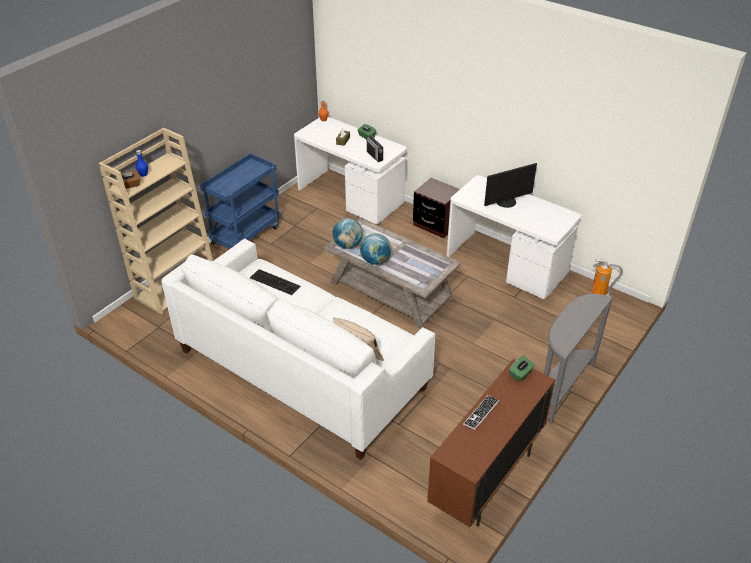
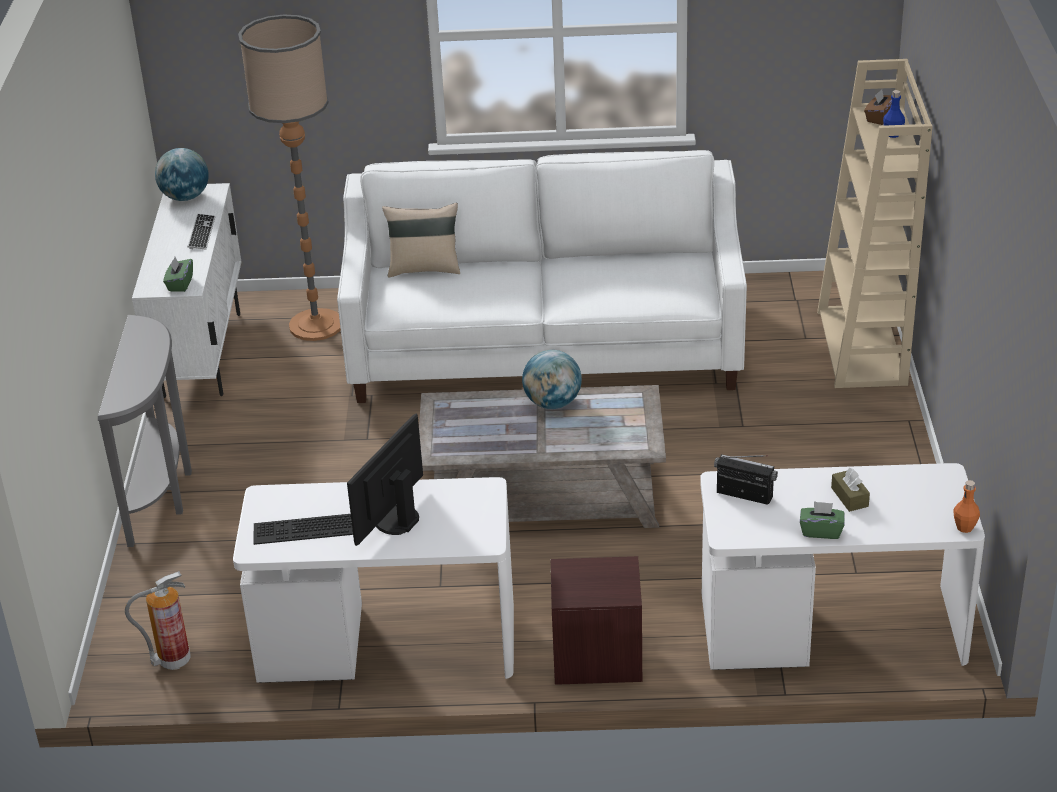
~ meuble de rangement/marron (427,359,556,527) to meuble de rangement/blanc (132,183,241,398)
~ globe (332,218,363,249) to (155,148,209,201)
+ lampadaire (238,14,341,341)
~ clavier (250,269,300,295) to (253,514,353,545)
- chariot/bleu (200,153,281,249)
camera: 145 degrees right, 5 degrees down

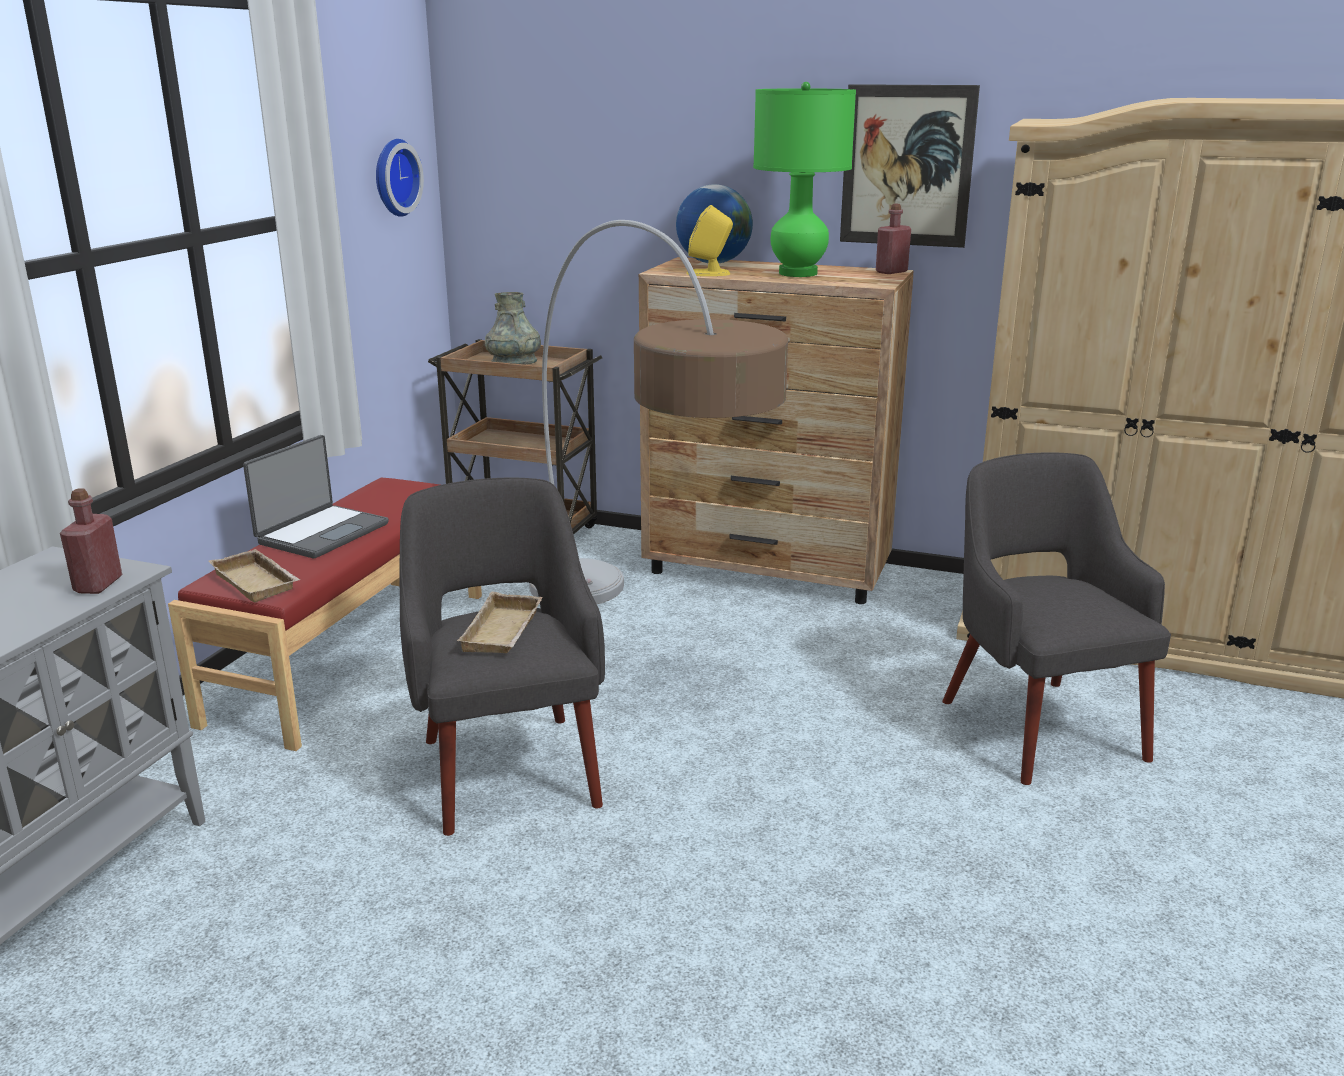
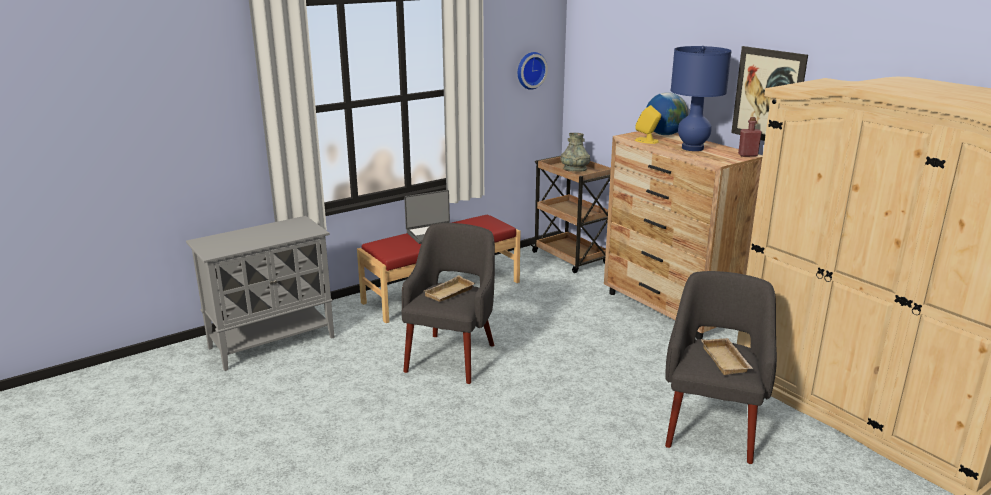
~ lampe de table/vert (753,82,856,277) to lampe de table/bleu (671,46,732,151)
~ plateau/beige (209,549,300,602) to (701,338,753,375)
- bouteille/rouge (60,488,122,594)
- lampadaire (529,220,788,604)
camera: 35 degrees right, 0 degrees up

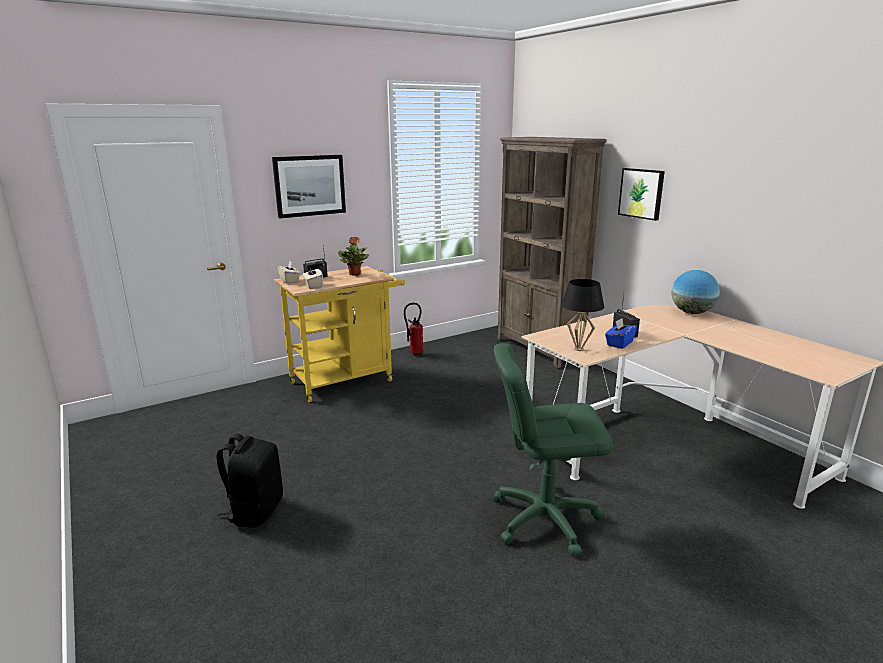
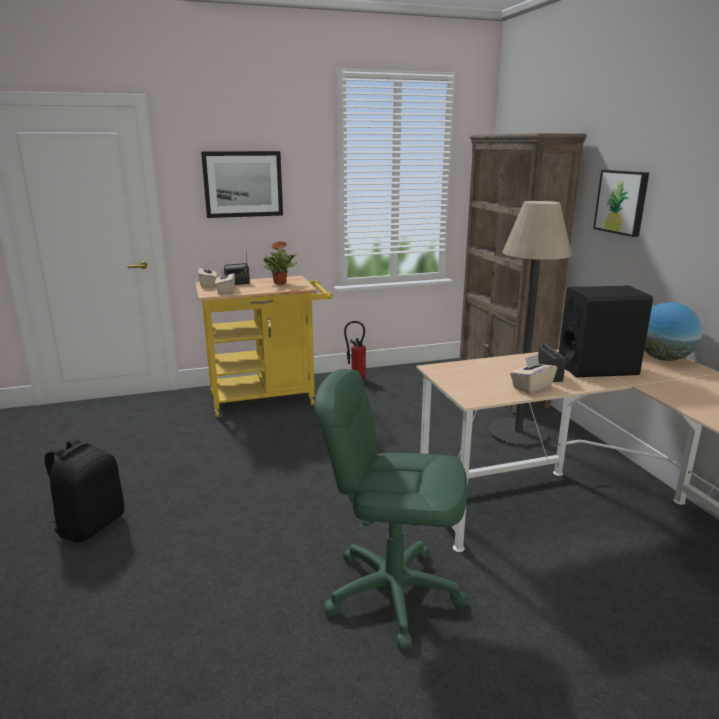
+ lampadaire (489,201,572,447)
~ boîte à mouchoirs/bleu (605,318,637,349) to boîte à mouchoirs/beige (510,354,557,394)
+ enceinte/noir (559,286,653,377)
- lampe de table/noir (561,279,604,351)
camera: 15 degrees right, 0 degrees up

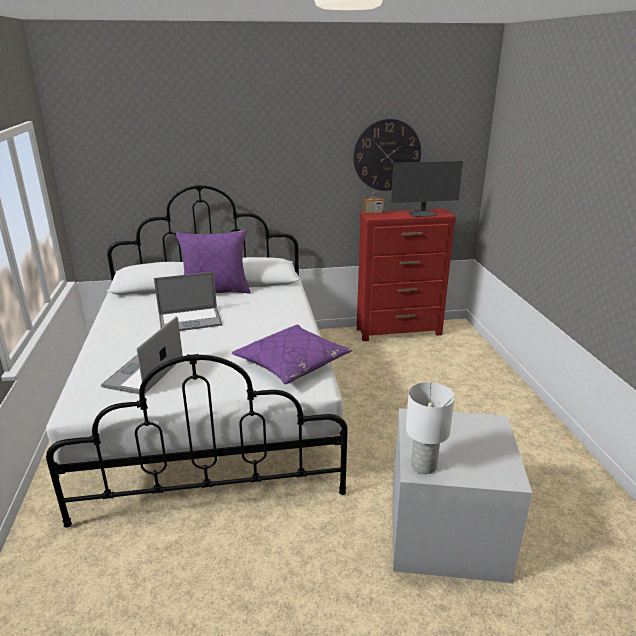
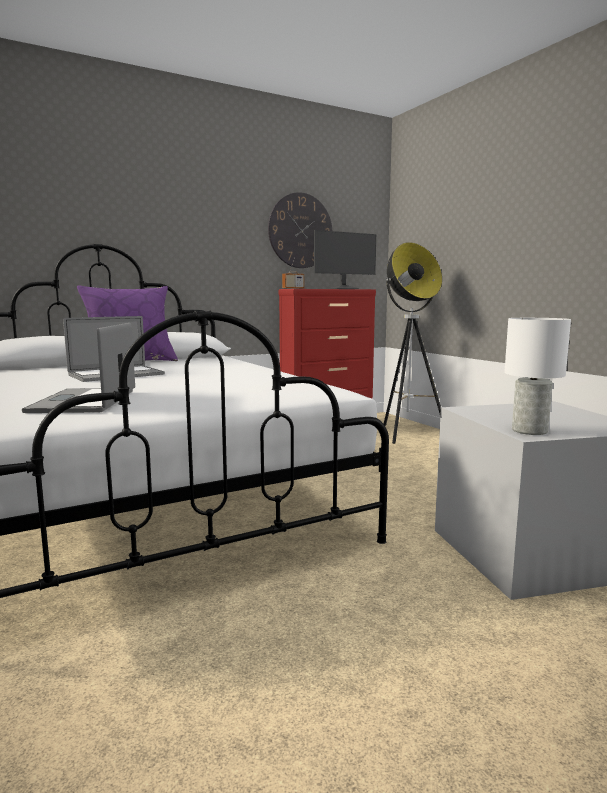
+ lampadaire (384,242,442,444)
- coussin/violet (232,325,352,384)
camera: 20 degrees left, 15 degrees down

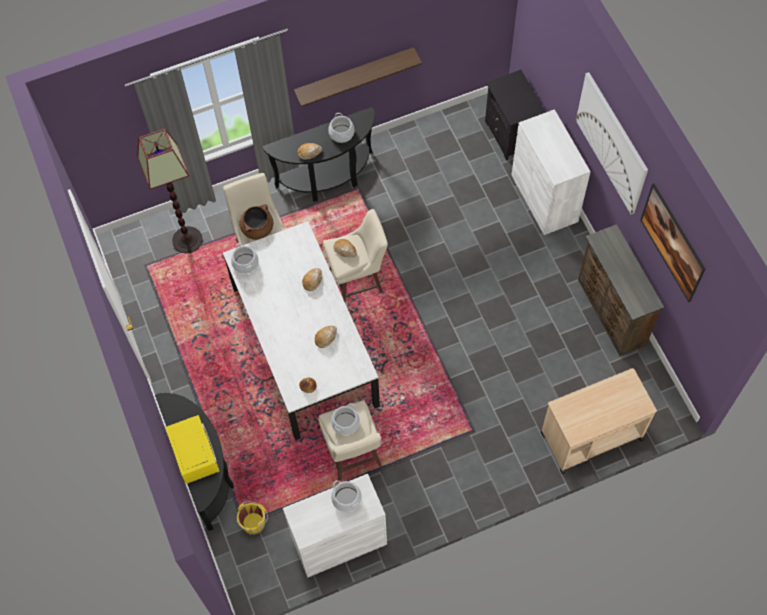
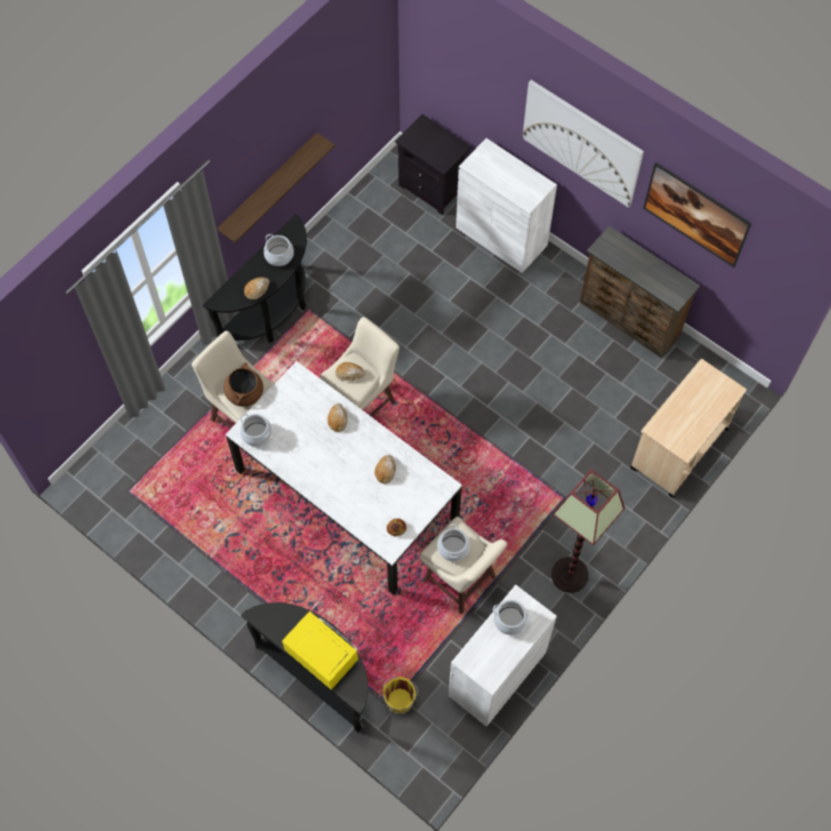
~ lampadaire (137,129,203,253) to (551,469,625,593)
camera: 30 degrees left, 0 degrees up

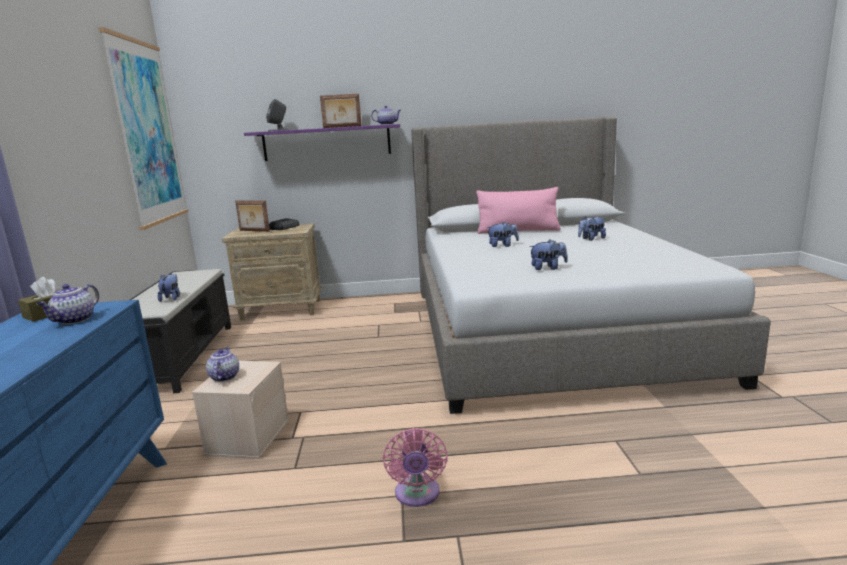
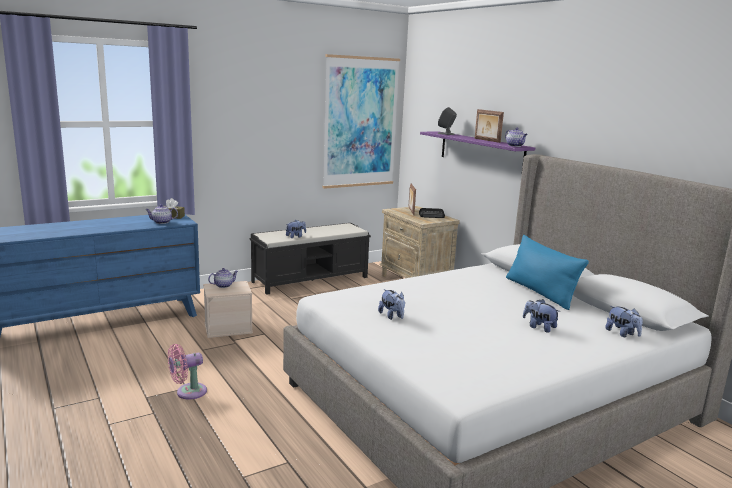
~ coussin/rose (476,187,561,234) to coussin/bleu (506,235,589,310)
~ peluche (487,222,519,247) to (605,306,643,337)
camera: 60 degrees right, 0 degrees up

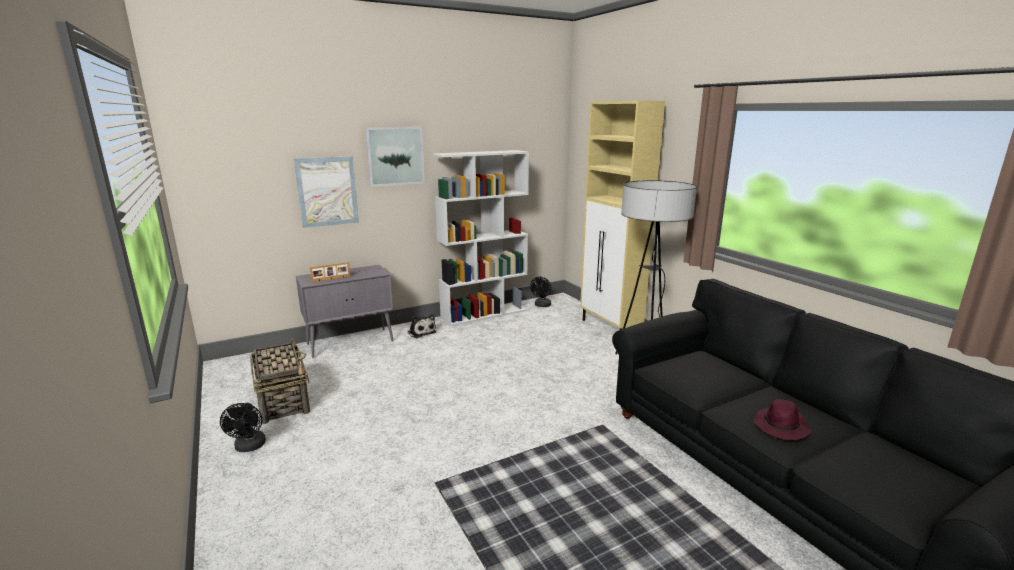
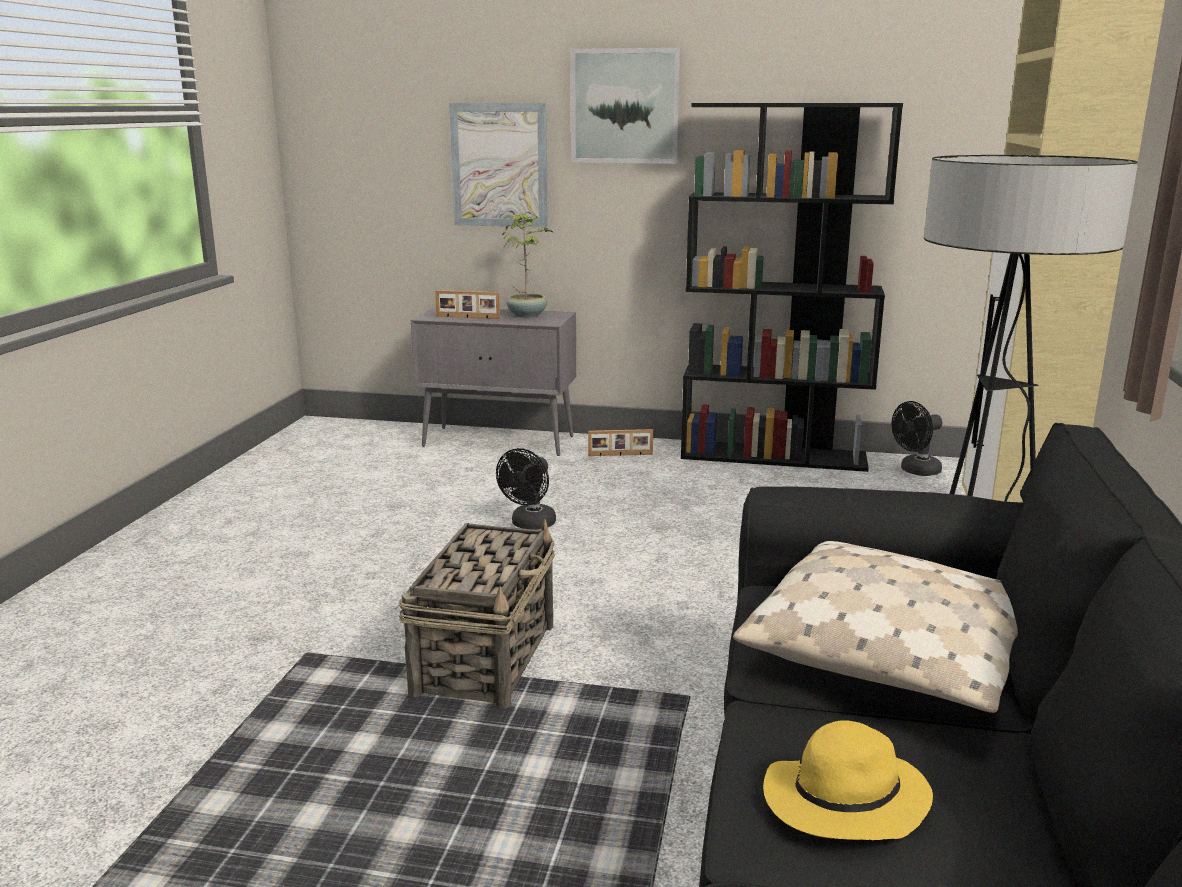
~ panier (250,338,310,424) to (399,519,555,709)
~ ventilateur/noir (220,403,266,452) to (496,448,556,530)
+ plante en pot (502,212,554,318)
~ peluche (408,314,436,338) to cadre photo (588,429,653,456)
~ bibliothèque/blanc (433,150,529,326) to bibliothèque/noir (681,103,903,472)
+ coussin/beige (733,541,1018,713)
~ chapeau/violet (754,399,812,440) to chapeau/jaune (763,720,933,840)
camera: 40 degrees right, 0 degrees up

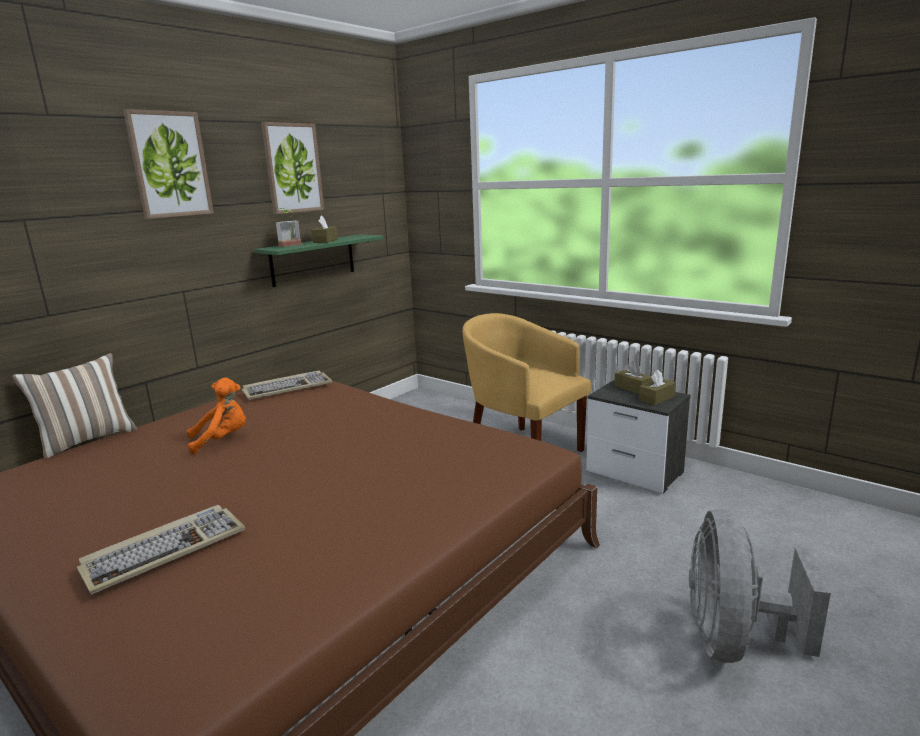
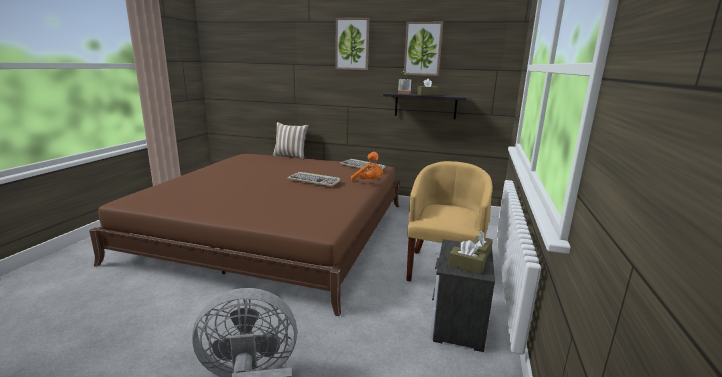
~ clavier (77,505,245,595) to (287,172,340,186)
~ peluche/orange (187,378,246,454) to (351,152,383,181)
~ étagère/vert (254,235,383,287) to étagère/noir (383,92,467,119)
camera: 65 degrees right, 0 degrees up

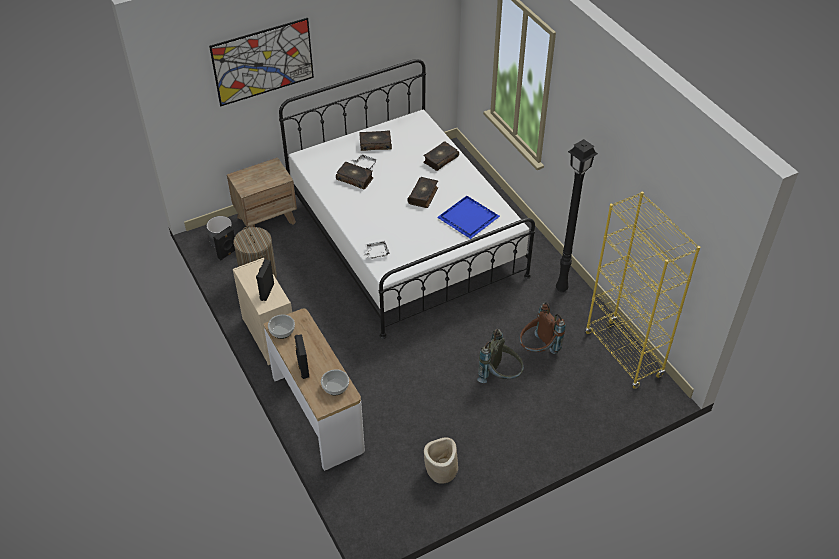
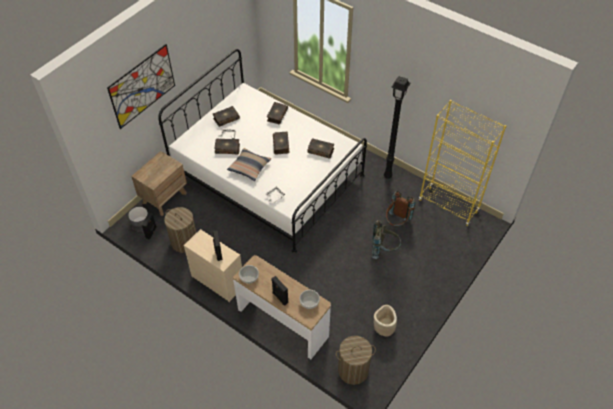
+ coussin (227,148,271,181)
~ plateau/bleu (437,196,500,239) to livre (307,138,334,159)
+ panier à linge (336,336,376,385)
camera: 25 degrees left, 5 degrees up

